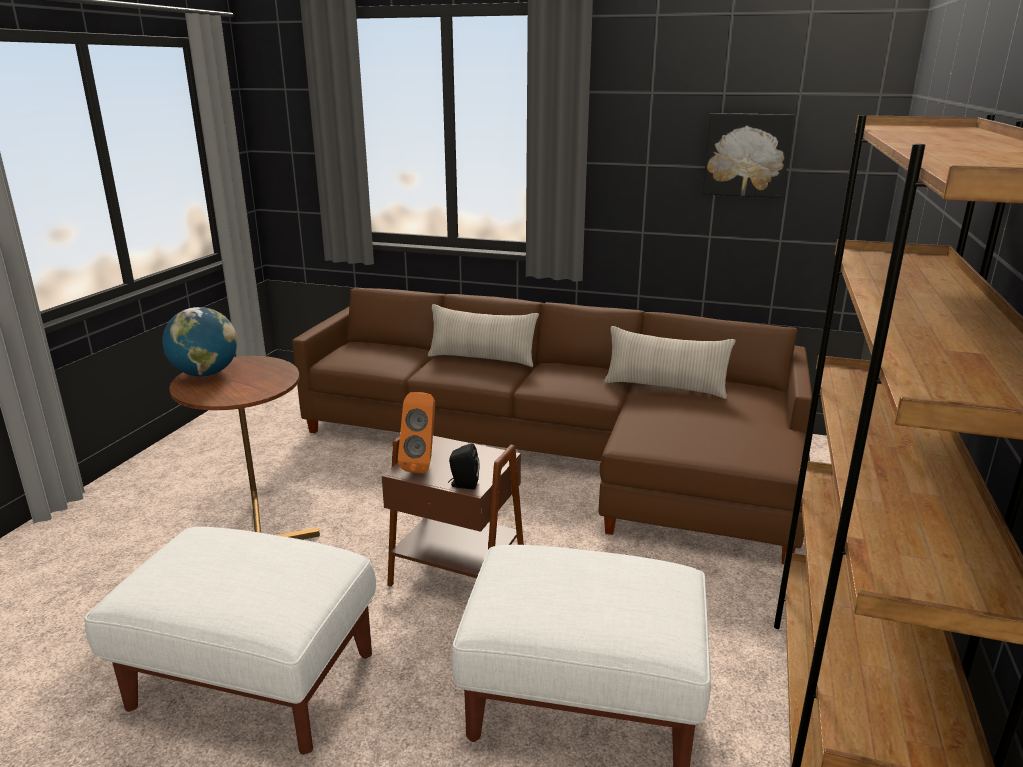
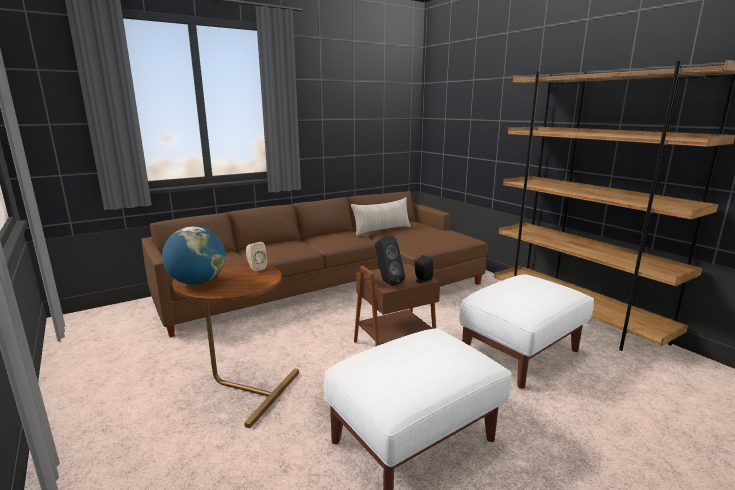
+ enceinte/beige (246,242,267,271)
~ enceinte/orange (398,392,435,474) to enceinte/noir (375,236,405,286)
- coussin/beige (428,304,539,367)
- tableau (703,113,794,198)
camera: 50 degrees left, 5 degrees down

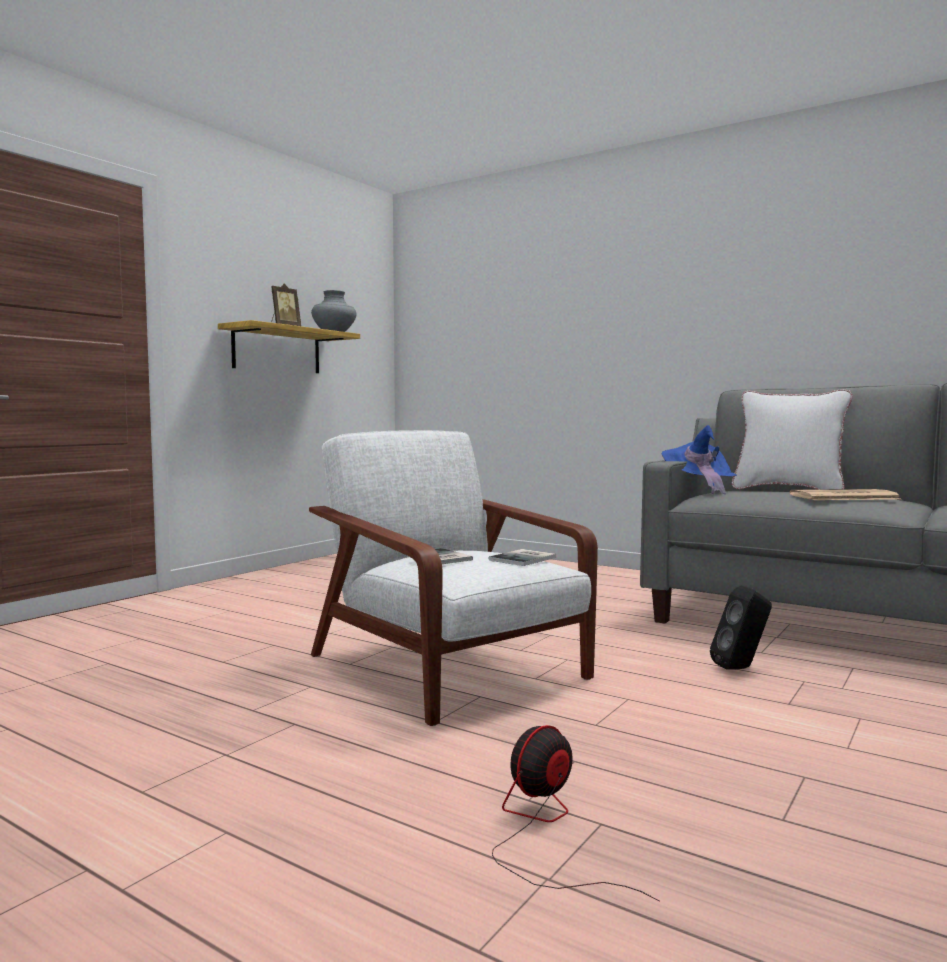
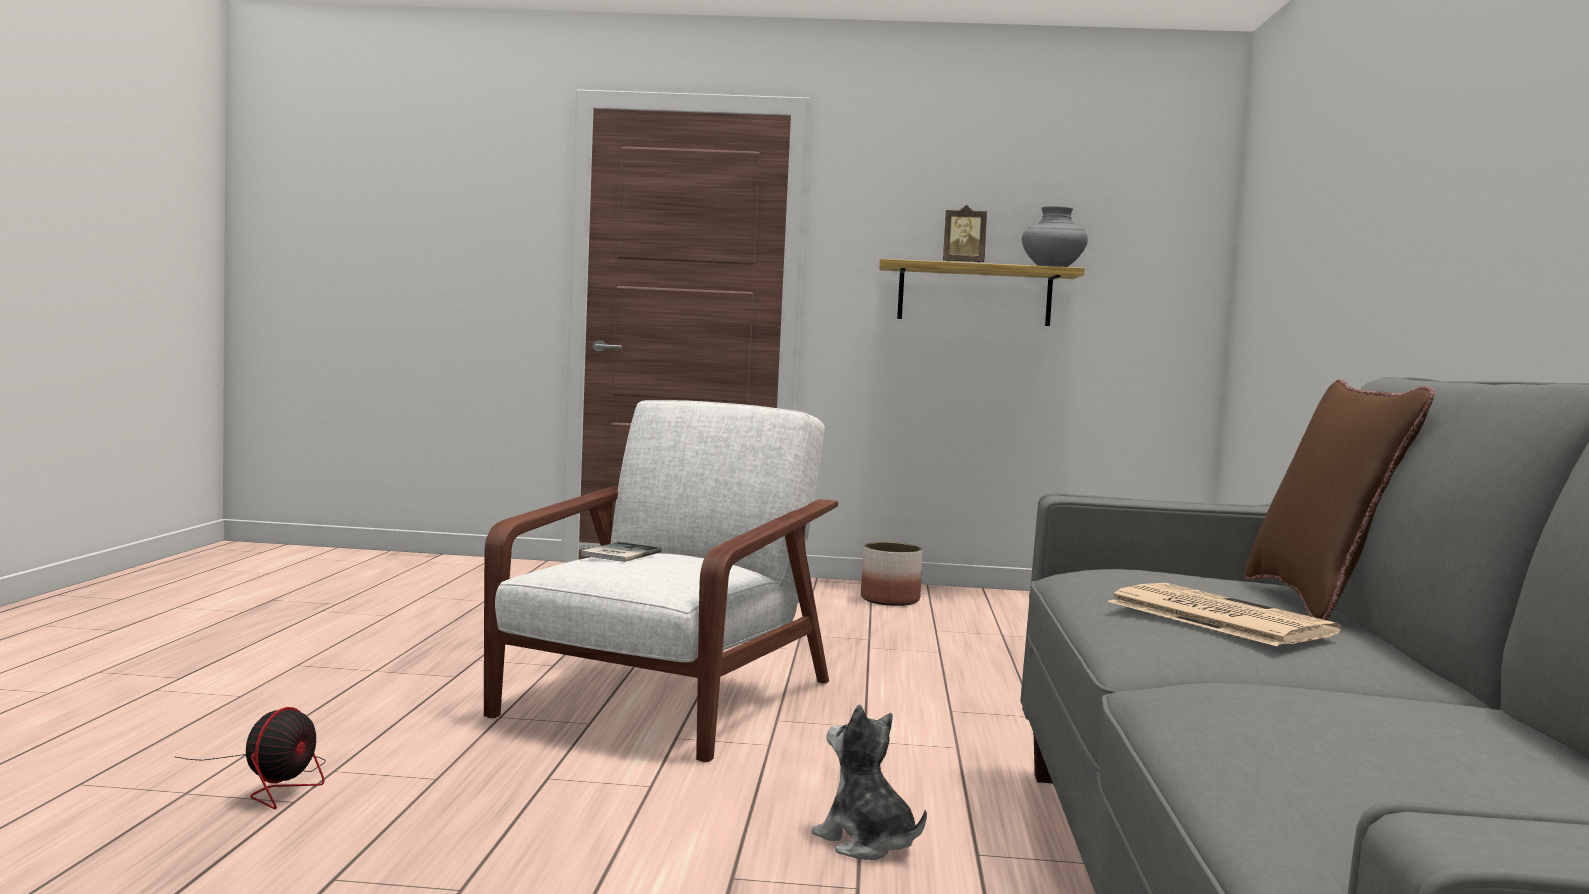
~ ventilateur (492,725,660,902) = (176,707,326,809) 90 degrees clockwise
~ enceinte/noir (710,586,772,670) to peluche (812,704,927,860)
+ cache-pot (861,542,923,606)
~ coussin/blanc (732,389,853,489) to coussin/marron (1245,379,1435,620)
- livre (489,549,556,566)
- chapeau/bleu (662,425,737,494)
camera: 60 degrees right, 0 degrees up

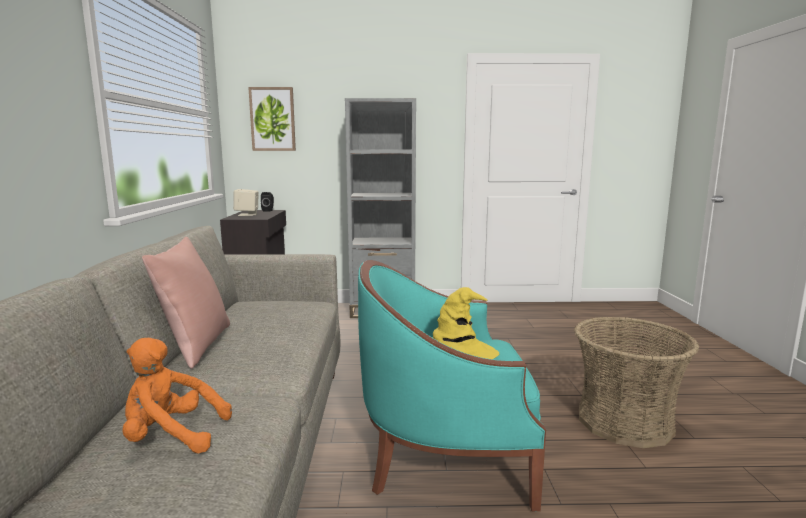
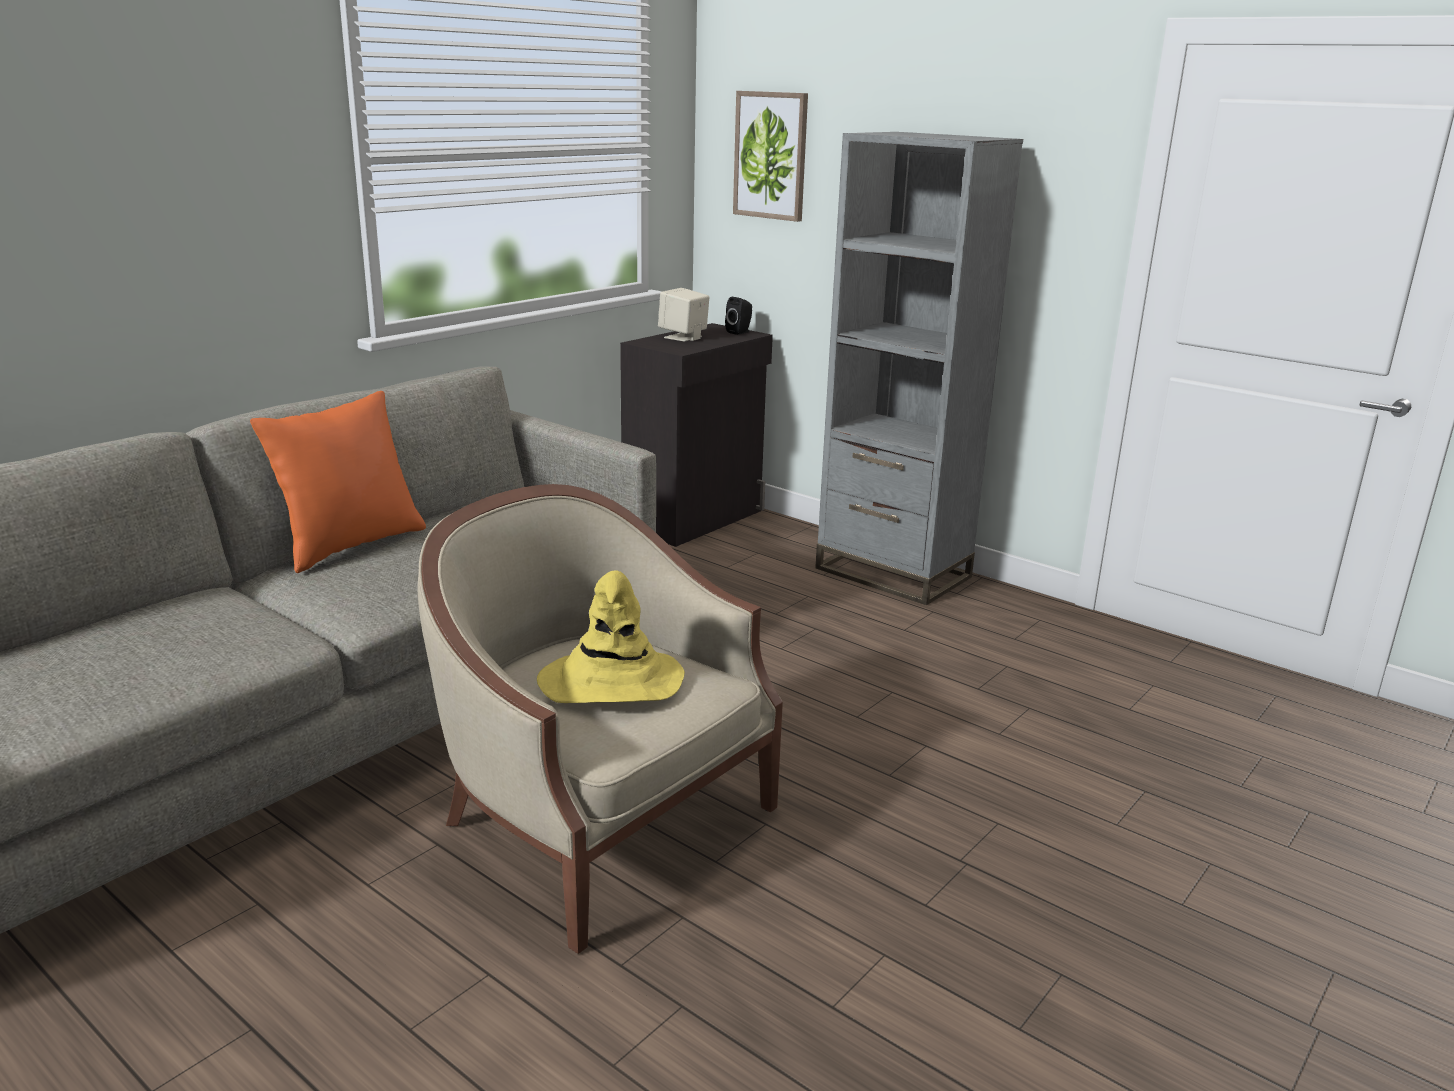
~ coussin/rose (142,237,230,369) to coussin/orange (250,391,426,573)
~ fauteuil/turquoise (358,260,546,512) to fauteuil/beige (417,484,783,954)
- peluche/orange (123,338,232,453)
- panier (574,317,699,448)
camera: 40 degrees right, 10 degrees up

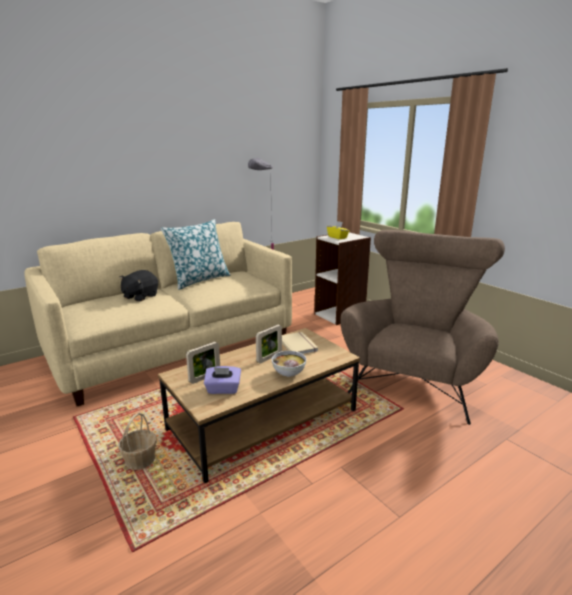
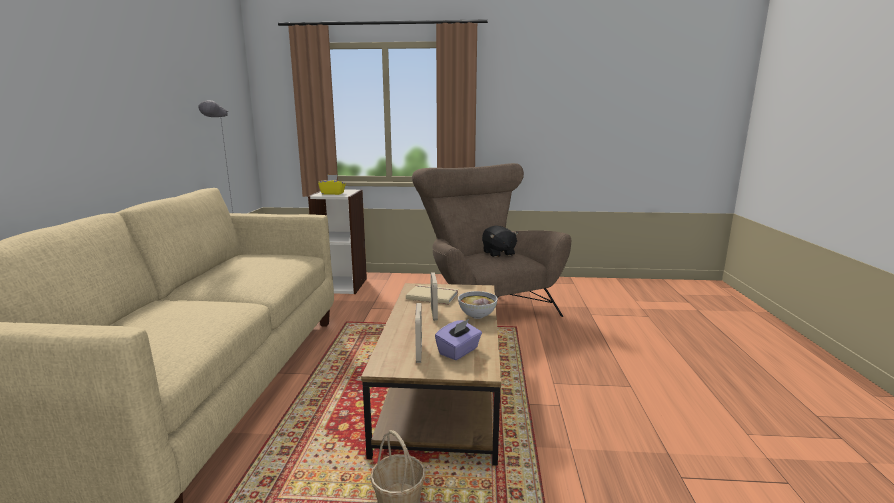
~ peluche/noir (120,270,158,302) to (482,226,519,257)
- coussin (161,219,231,290)
camera: 50 degrees left, 5 degrees down

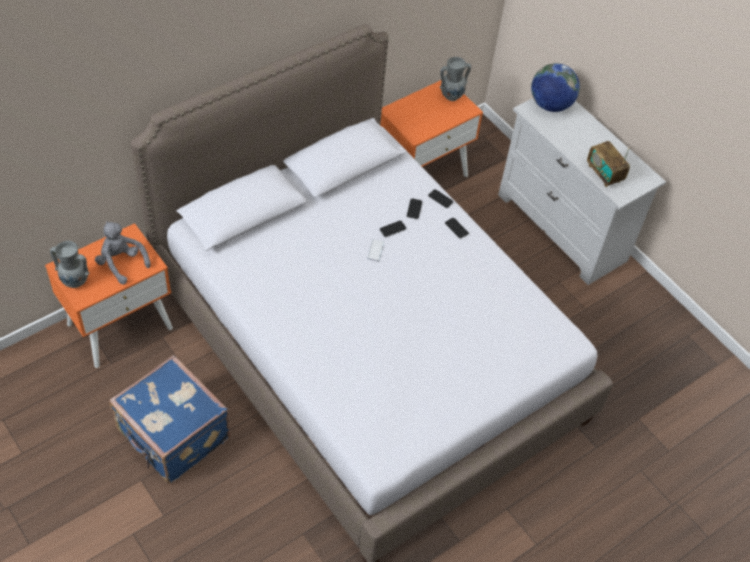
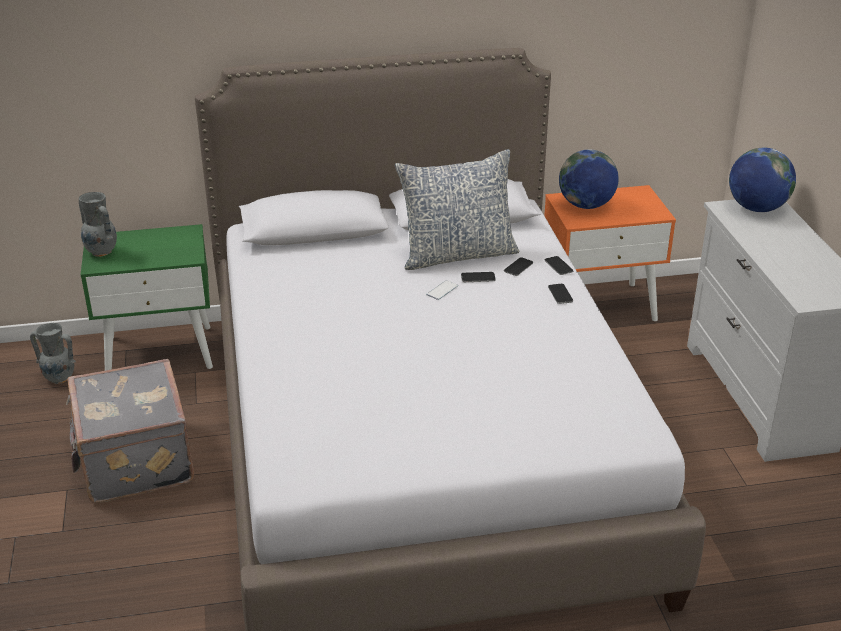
~ vase/gris (440,57,471,101) to (30,323,76,384)
~ valise/bleu (109,355,230,484) to valise/gris (66,359,194,503)
~ table de chevet/orange (45,223,173,368) to table de chevet/vert (80,224,213,371)
+ coussin (395,149,519,270)
+ globe (559,149,619,209)
- peluche/gris (95,222,151,285)
- radio (587,141,630,187)
camera: 30 degrees right, 20 degrees down

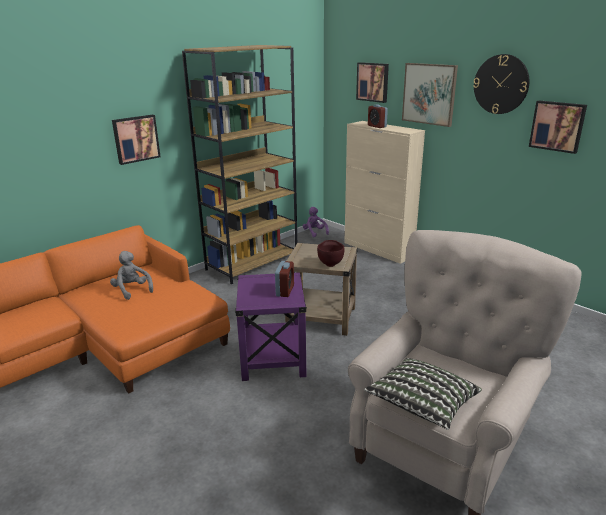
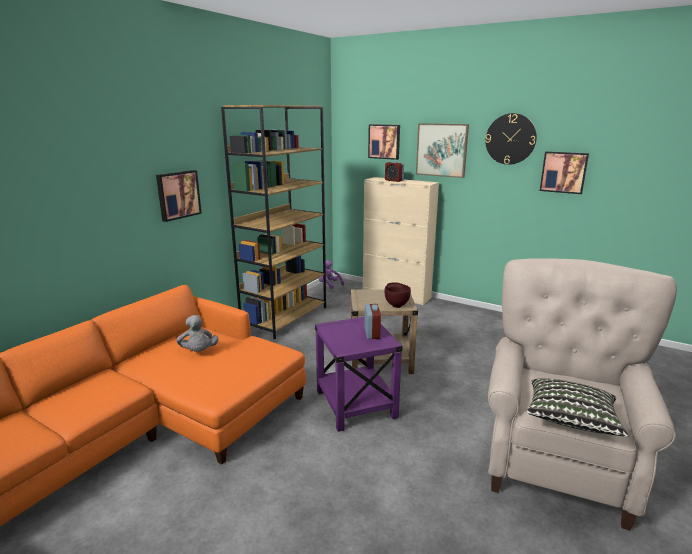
~ peluche/gris (110,251,153,300) = (176,315,218,352) 150 degrees counterclockwise
camera: 15 degrees left, 5 degrees down

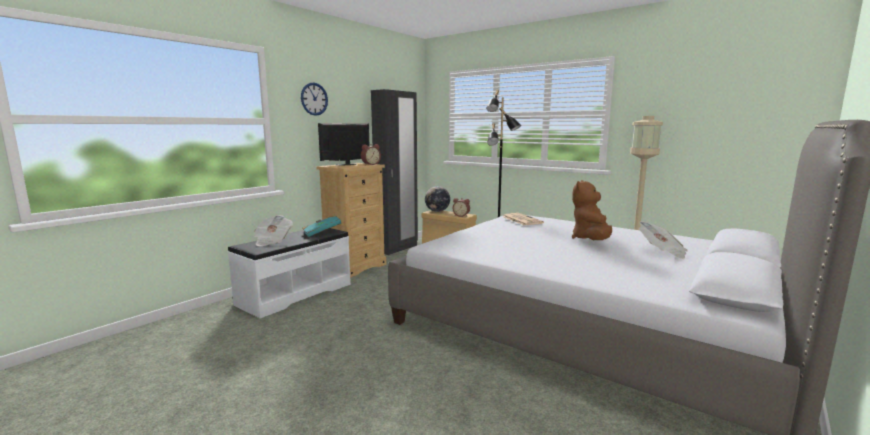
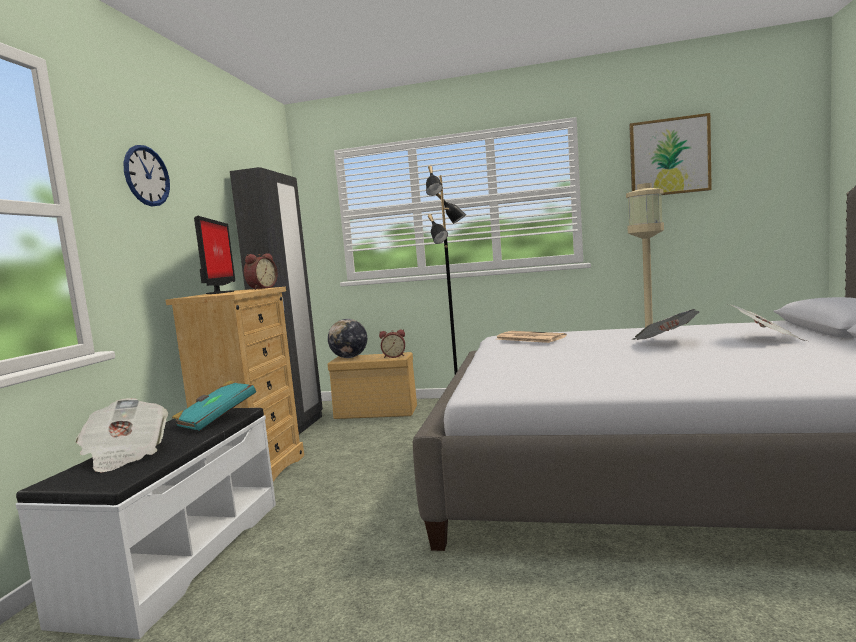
~ écran d'ordinateur (318,123,370,165) = (194,216,235,294) 150 degrees clockwise
+ tableau (629,113,712,195)
~ peluche/marron (572,180,612,240) to journal (632,309,700,340)
camera: 25 degrees left, 5 degrees down

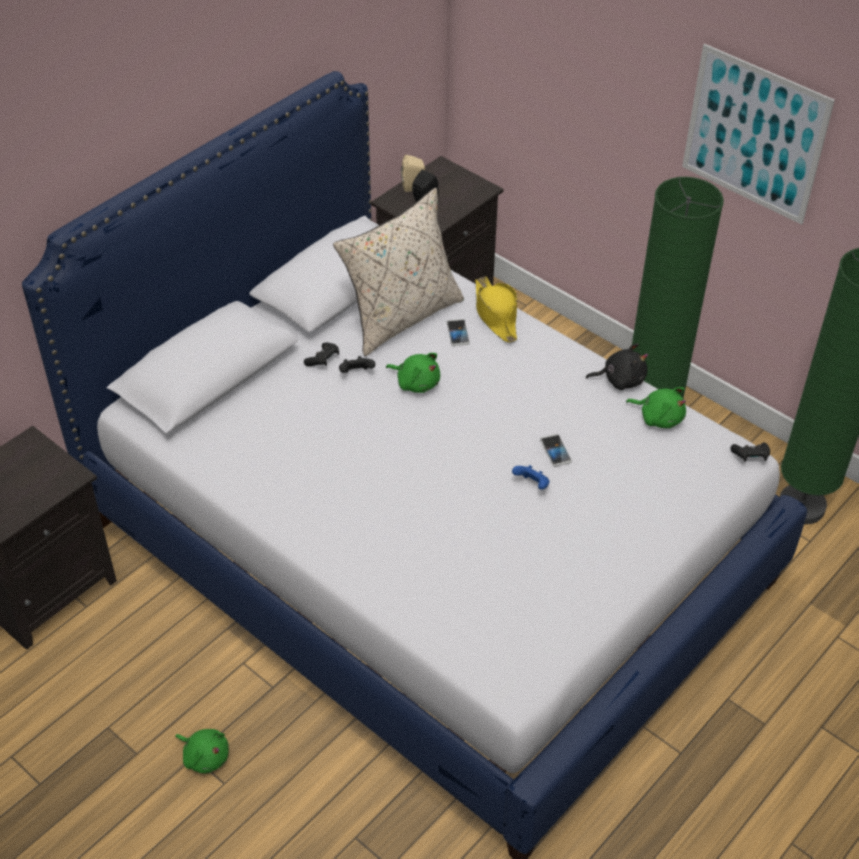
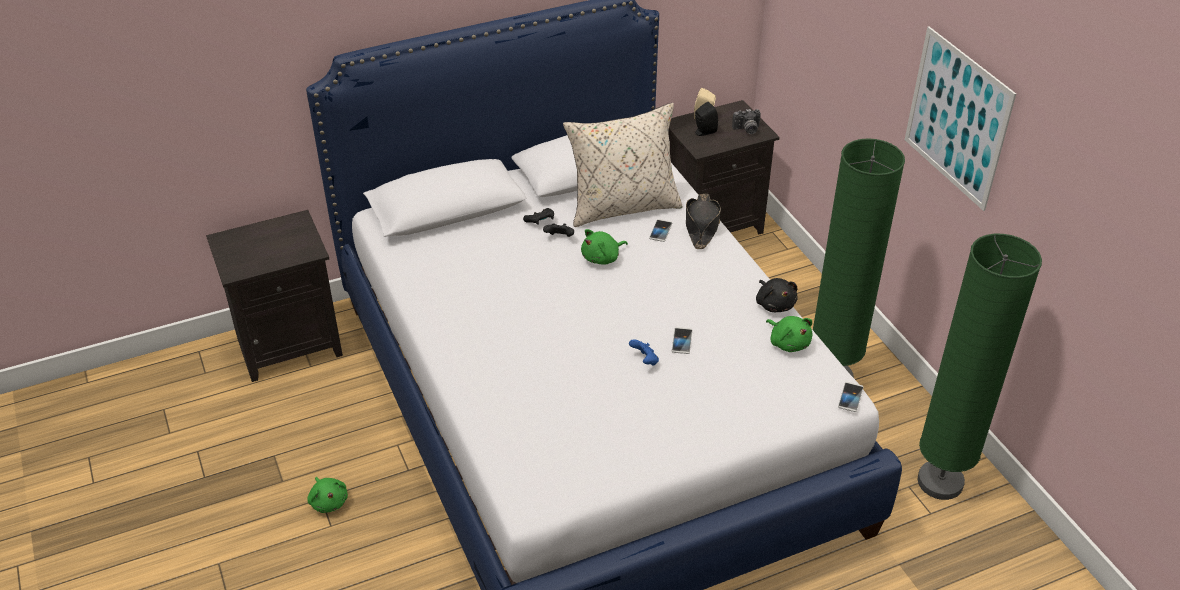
~ peluche/vert (386,353,440,393) = (581,229,628,264) 90 degrees clockwise
~ chapeau/jaune (475,277,517,343) to chapeau/noir (686,194,721,249)
+ appareil photo (732,109,761,134)
~ peluche/noir (586,343,648,390) = (756,278,798,312) 45 degrees clockwise
~ manette/noir (731,443,770,462) to téléphone (838,382,863,412)
camera: 25 degrees right, 5 degrees down

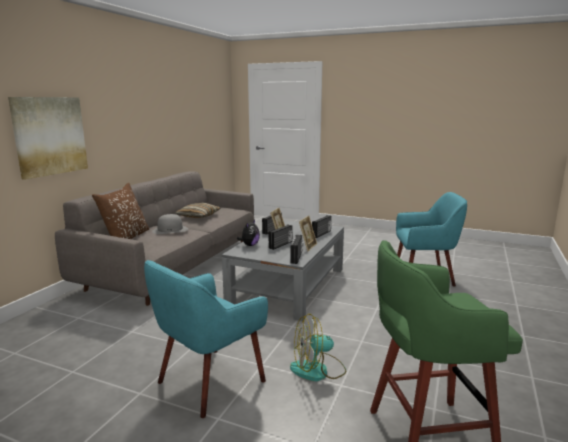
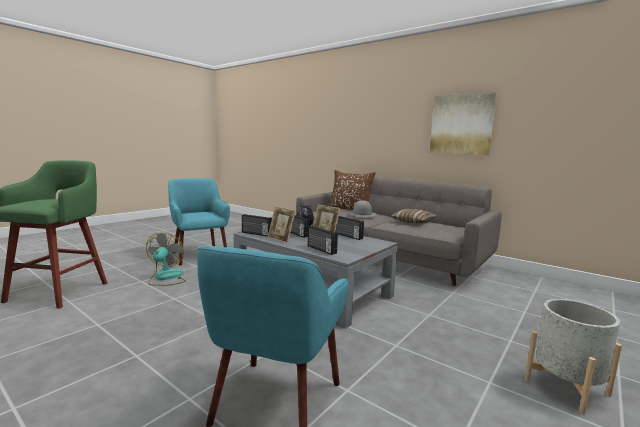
~ tableau (8,97,88,180) to (430,92,496,155)
+ cache-pot/gris (525,299,622,415)
camera: 105 degrees right, 5 degrees down

